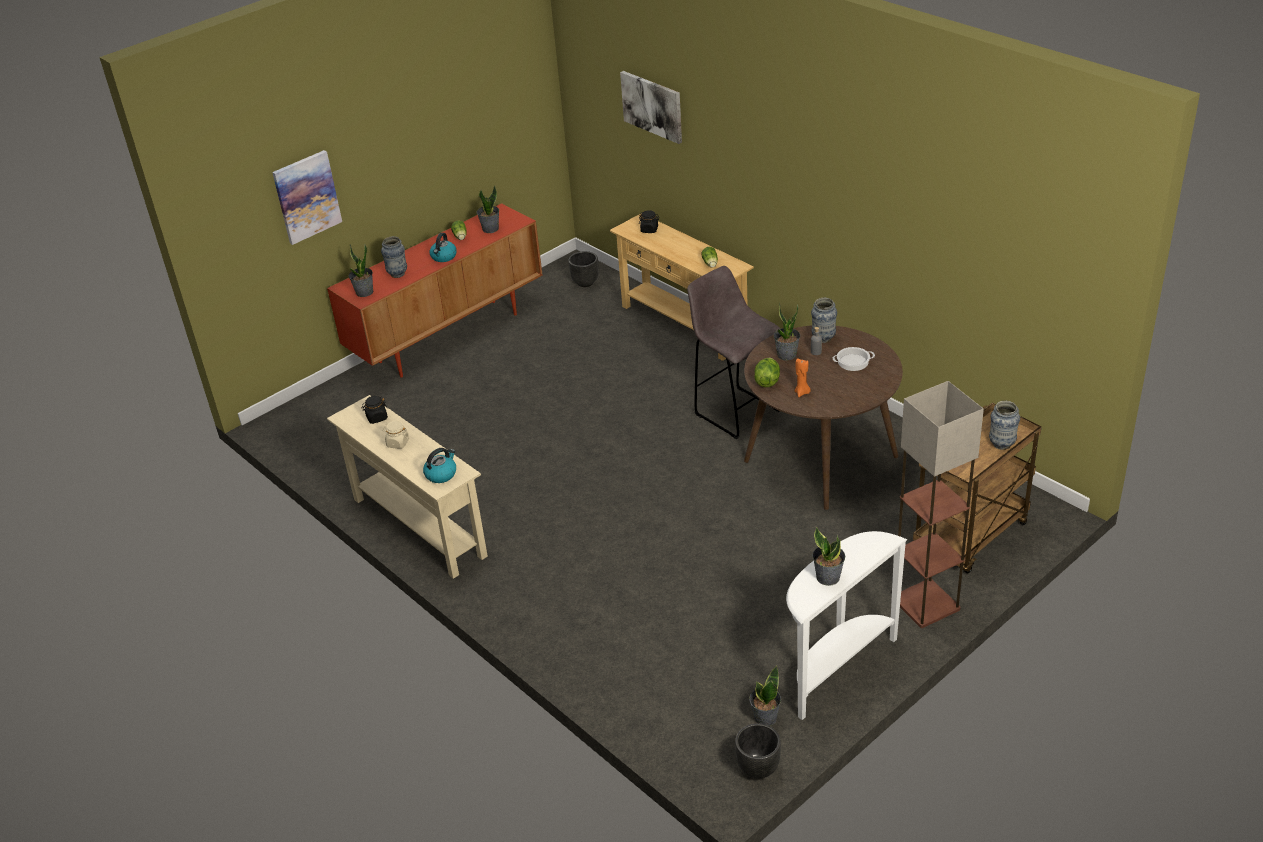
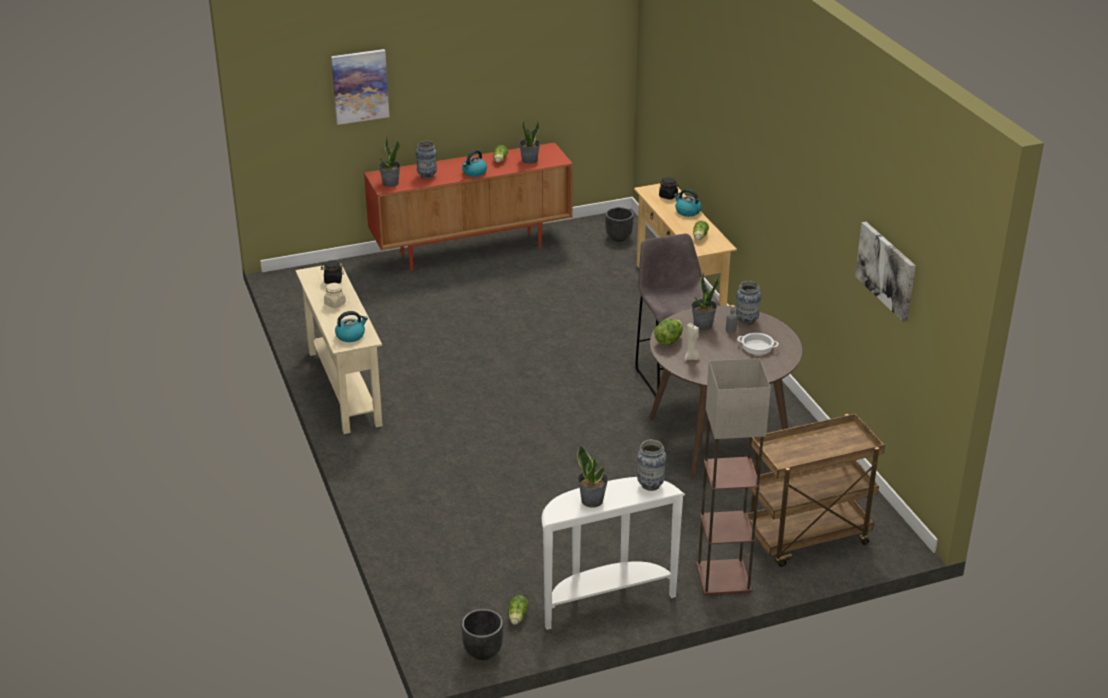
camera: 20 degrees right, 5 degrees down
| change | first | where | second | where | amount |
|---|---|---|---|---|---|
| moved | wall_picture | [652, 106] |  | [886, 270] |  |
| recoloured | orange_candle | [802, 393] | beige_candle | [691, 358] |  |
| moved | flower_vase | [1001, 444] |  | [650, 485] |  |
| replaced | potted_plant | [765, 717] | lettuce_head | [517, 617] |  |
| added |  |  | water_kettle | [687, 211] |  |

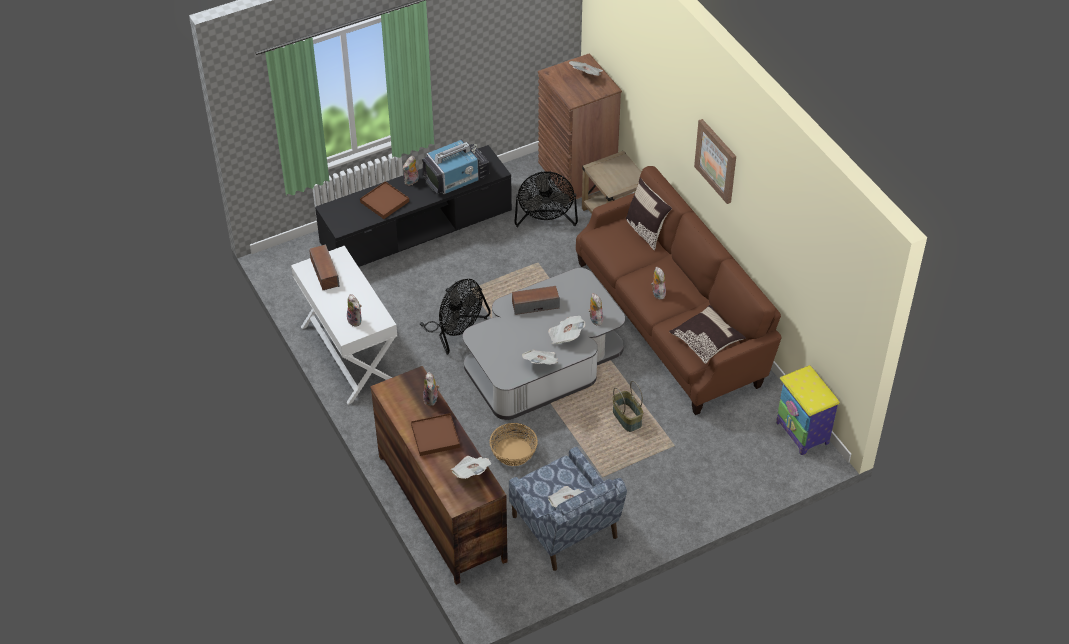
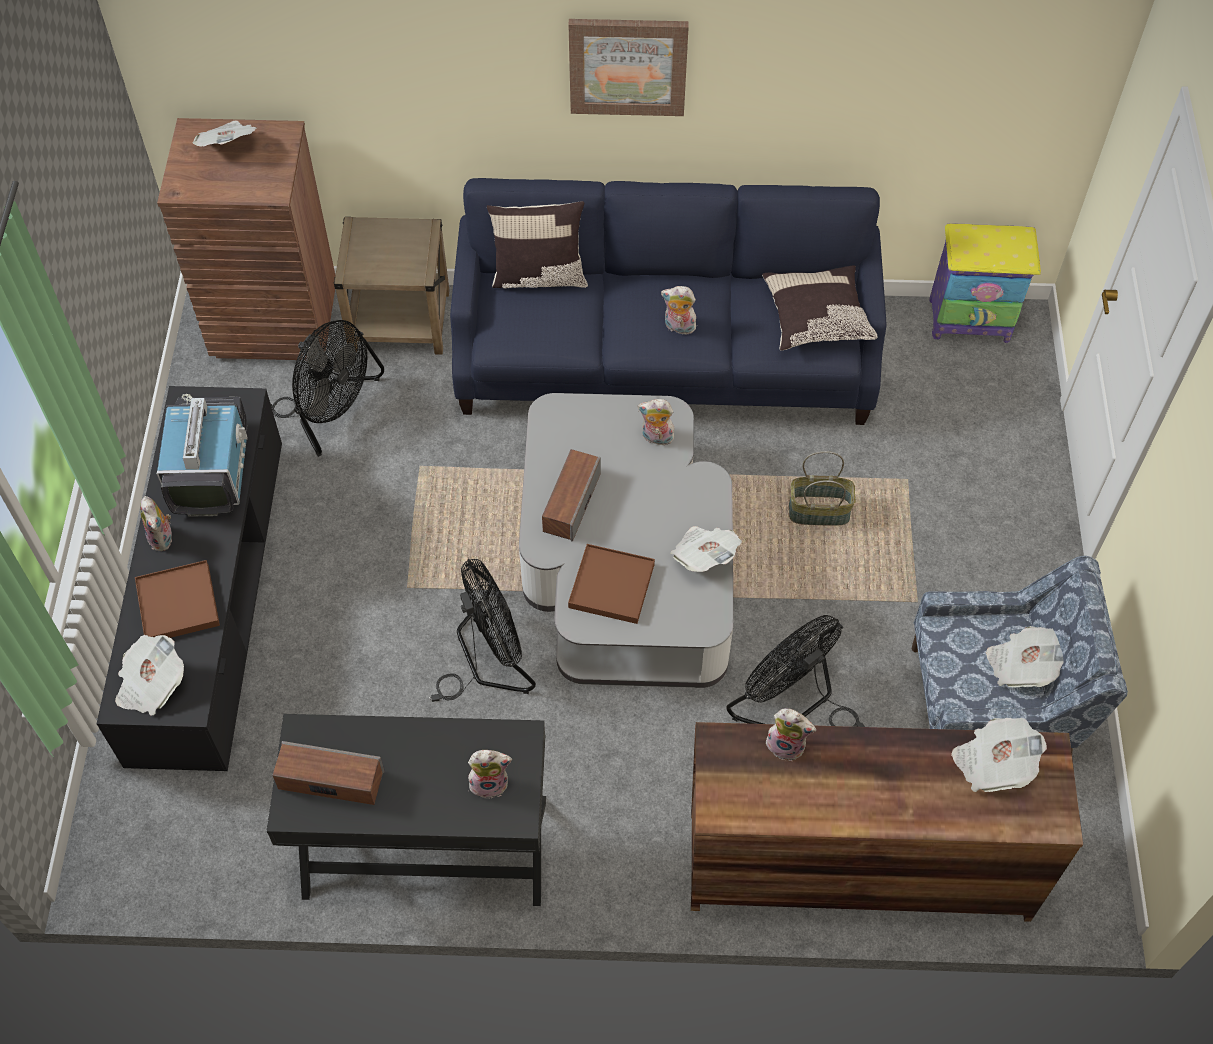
camera: 60 degrees left, 10 degrees up
| change | first | where | second | where | amount |
|---|---|---|---|---|---|
| recoloured | brown_sofa | [672, 322] | blue_sofa | [665, 359] |  |
| recoloured | whitish_narrow_table | [349, 355] | black-coloured_narrow_table | [425, 848] |  |
| moved | newspaper | [565, 336] |  | [151, 684] |  |
| moved | brown_tray | [435, 436] |  | [612, 586] |  |
| replaced | storage_basket | [513, 452] | black-coloured_fan | [798, 699] |  |

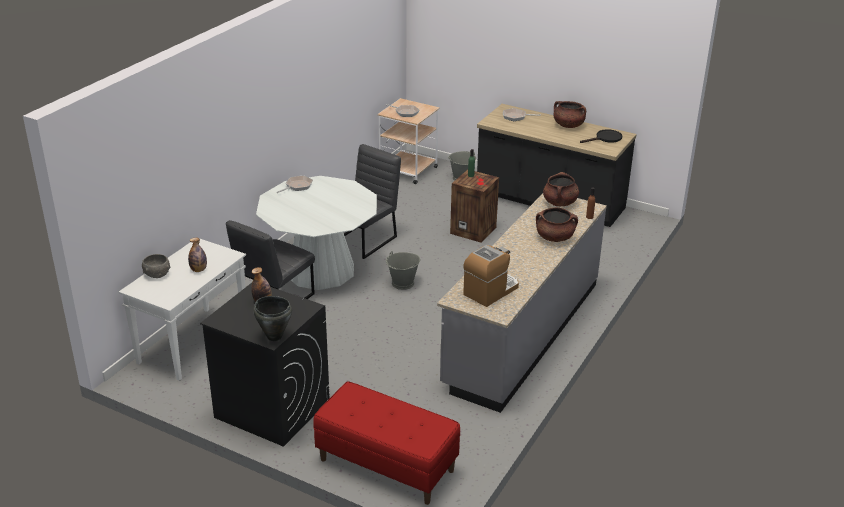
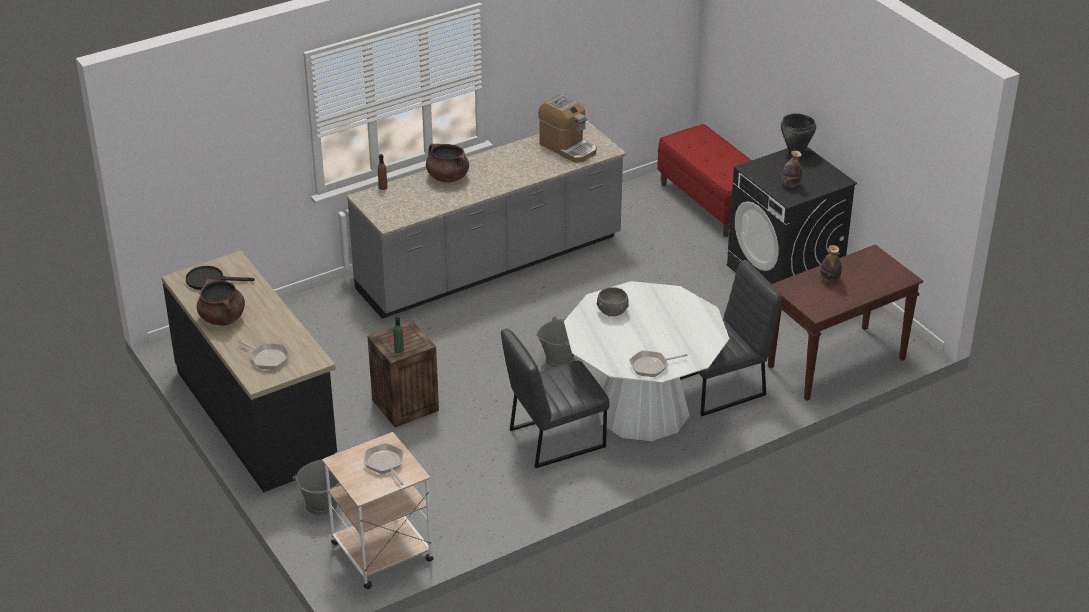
camera: 150 degrees left, 5 degrees up
| change | first | where | second | where | amount |
|---|---|---|---|---|---|
| removed | brown_stockpot | [560, 203] |  |  |  |
| recoloured | whitish_narrow_table | [193, 343] | brown_narrow_table | [836, 364] |  |
| turned | coffee_maker | [491, 291] |  | [568, 147] | 120 degrees counterclockwise |
| moved | gray_bowl | [157, 274] |  | [612, 311] |  |

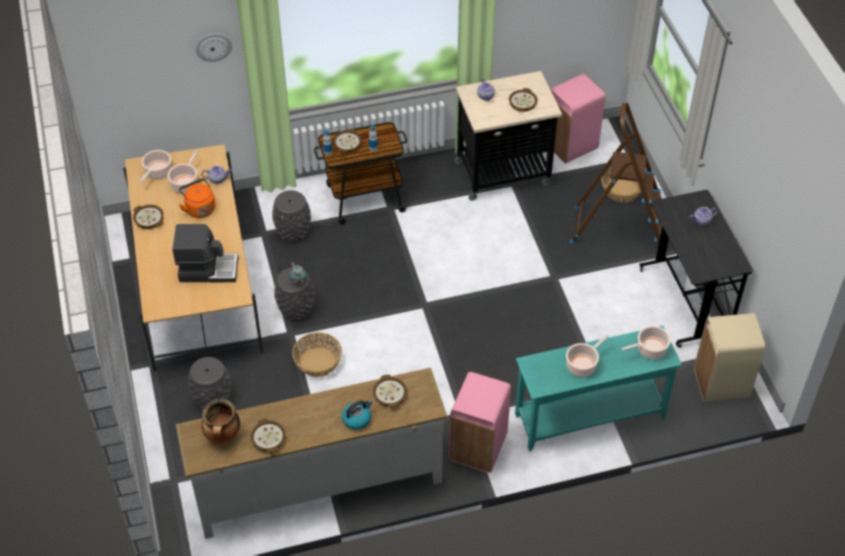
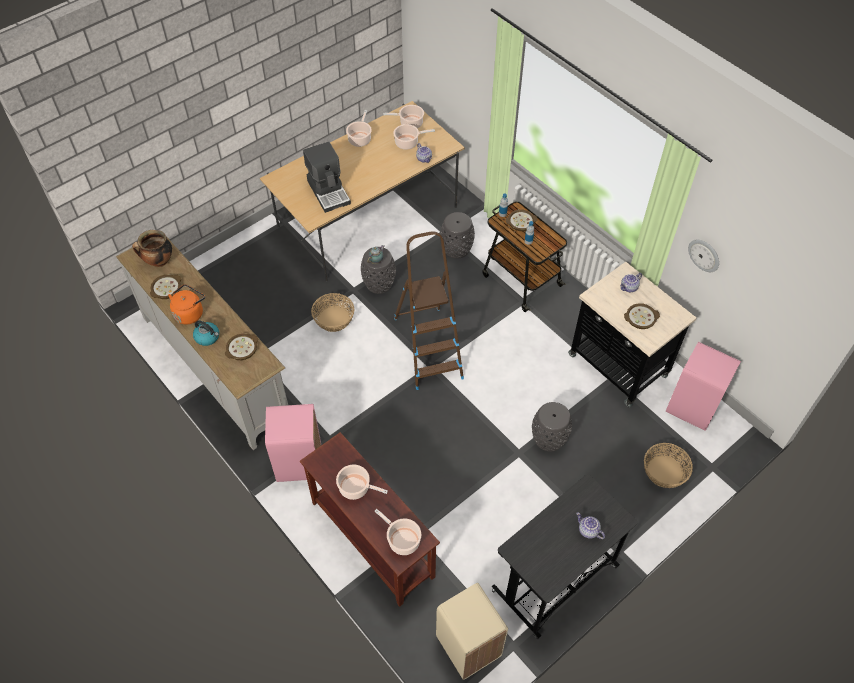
camera: 65 degrees right, 5 degrees up
| change | first | where | second | where | amount |
|---|---|---|---|---|---|
| moved | hanging_clock | [213, 46] |  | [704, 255] |  |
| moved | brown_stepladder | [620, 230] |  | [428, 348] |  |
| moved | orange_water_kettle | [199, 208] |  | [190, 313] |  |
| replaced | bowl | [149, 219] | stockpot | [360, 139] |  |
| recoloured | turquoise-coloured_narrow_table | [589, 417] | brown_narrow_table | [371, 539] |  |
| moved | gray_stool | [212, 399] |  | [548, 438] |  |

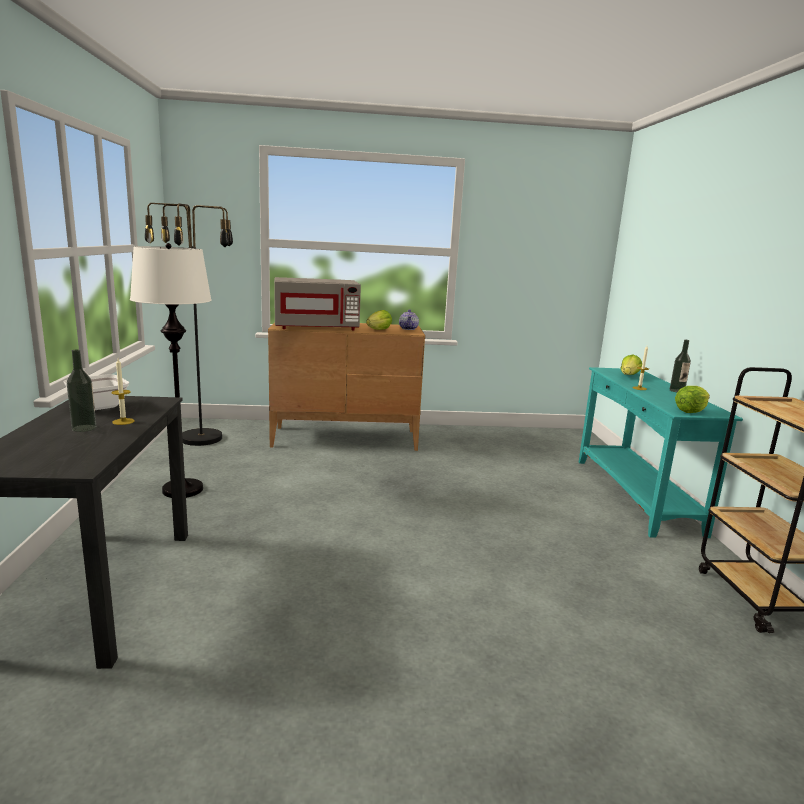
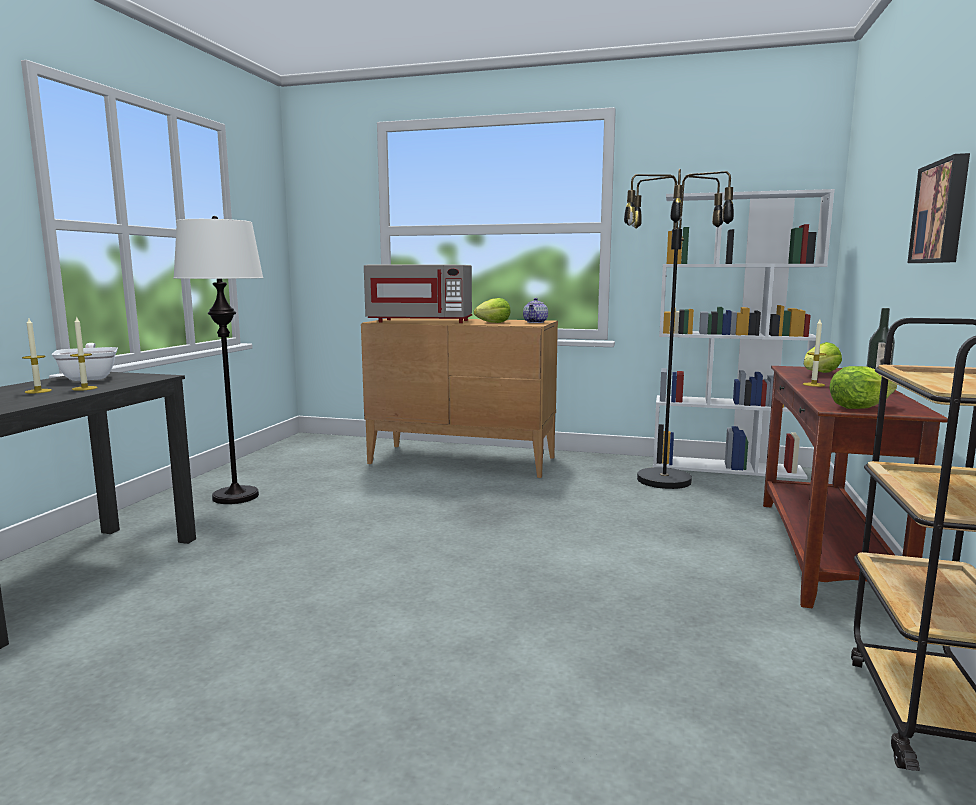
camera: 20 degrees right, 5 degrees down
| change | first | where | second | where | amount |
|---|---|---|---|---|---|
| moved | standing_lamp | [200, 439] |  | [663, 481] |  |
| replaced | beverage_bottle | [84, 428] | candle | [38, 391] |  |
| recoloured | turquoise-coloured_narrow_table | [636, 495] | brown_narrow_table | [824, 552] |  |
| added |  |  | wall_picture | [943, 212] |  |
| added |  |  | whitish_bookcase | [727, 467] |  |

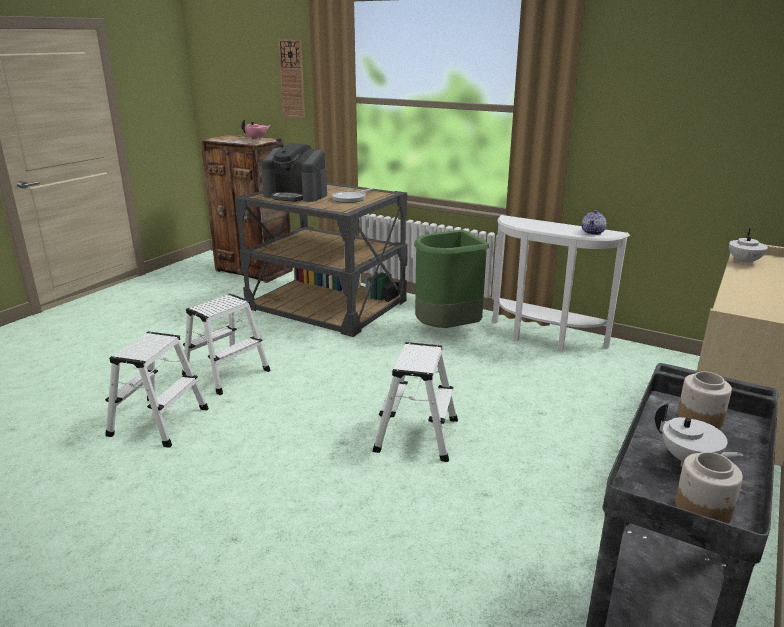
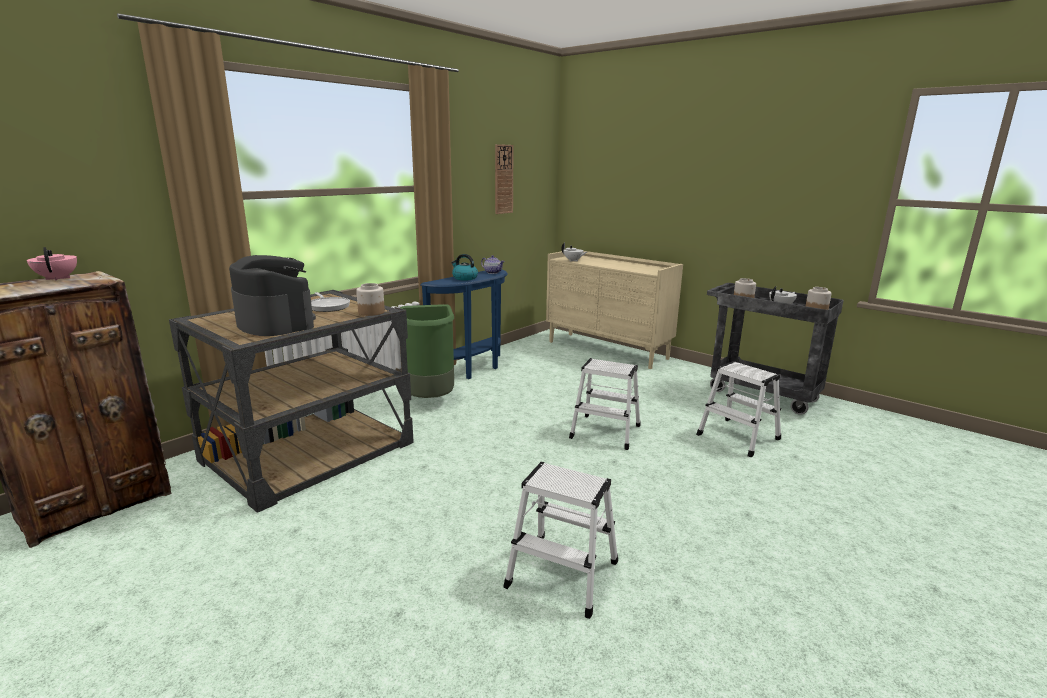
camera: 80 degrees left, 5 degrees down
| change | first | where | second | where | amount |
|---|---|---|---|---|---|
| moved | hanging_clock | [292, 79] |  | [503, 179] |  |
| turned | coffee_maker | [296, 195] |  | [275, 323] | 75 degrees counterclockwise |
| recoloured | whitish_narrow_table | [544, 339] | blue_narrow_table | [473, 369] |  |
| moved | whitish_stepladder | [226, 372] |  | [738, 436] |  |
| added |  |  | water_kettle | [464, 278] |  |
| added |  |  | storage_jar | [371, 312] |  |

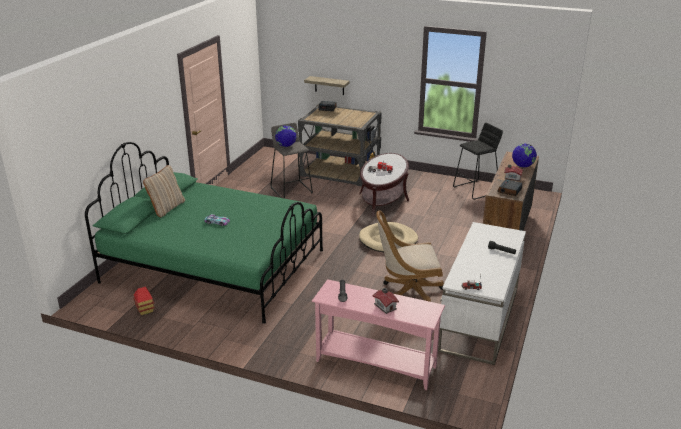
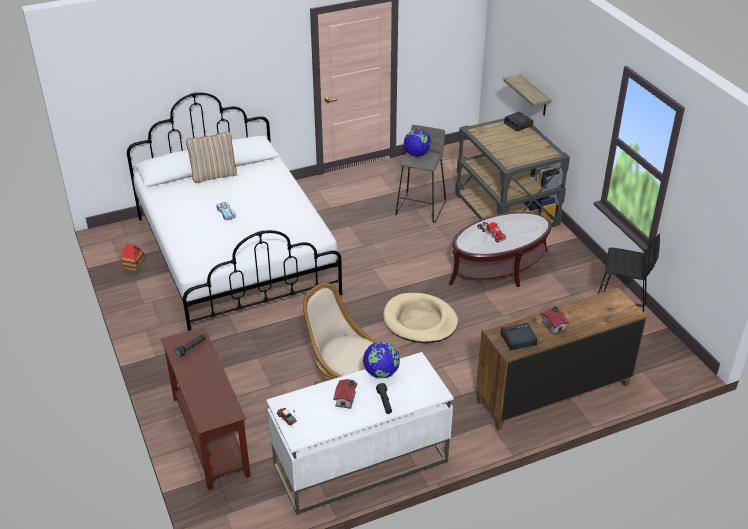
camera: 45 degrees right, 10 degrees up
| change | first | where | second | where | amount |
|---|---|---|---|---|---|
| recoloured | green-coloured_sleeping_bed | [214, 266] | whitish_sleeping_bed | [236, 255] |  |
| moved | desk_globe | [522, 166] |  | [381, 373] |  |
| recoloured | pink_narrow_table | [375, 364] | brown_narrow_table | [210, 436] |  |
| moved | model_house | [385, 306] |  | [346, 399] |  |

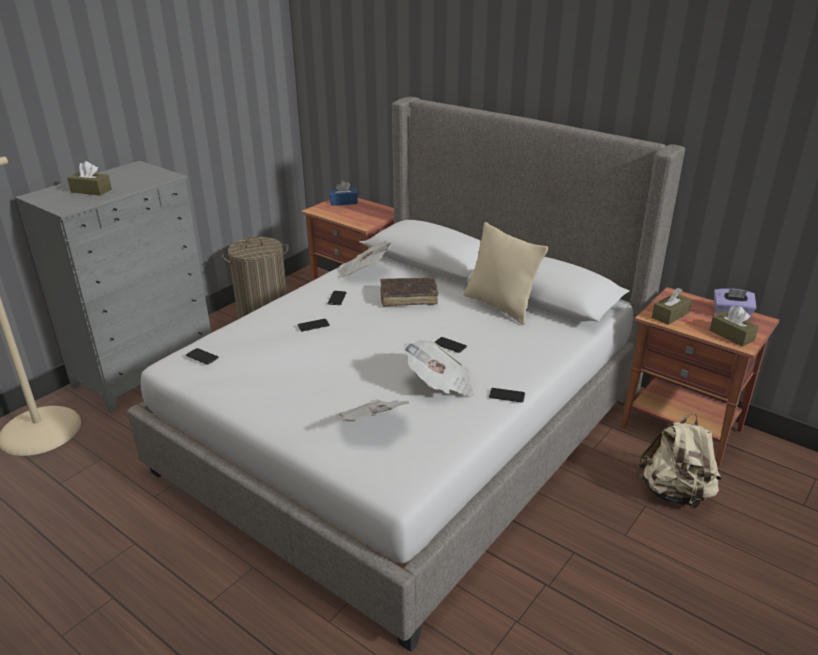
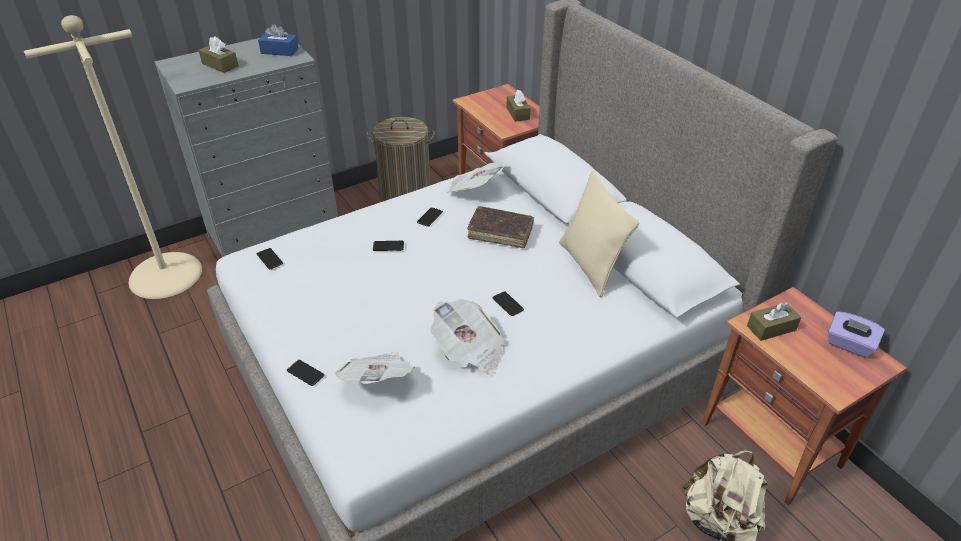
camera: 20 degrees right, 10 degrees up
| change | first | where | second | where | amount |
|---|---|---|---|---|---|
| moved | blue_tissue_holder | [343, 202] |  | [279, 51] |  |
| moved | brown_tissue_holder | [731, 335] |  | [518, 113] |  |
| moved | phone | [507, 395] |  | [305, 373] |  |

